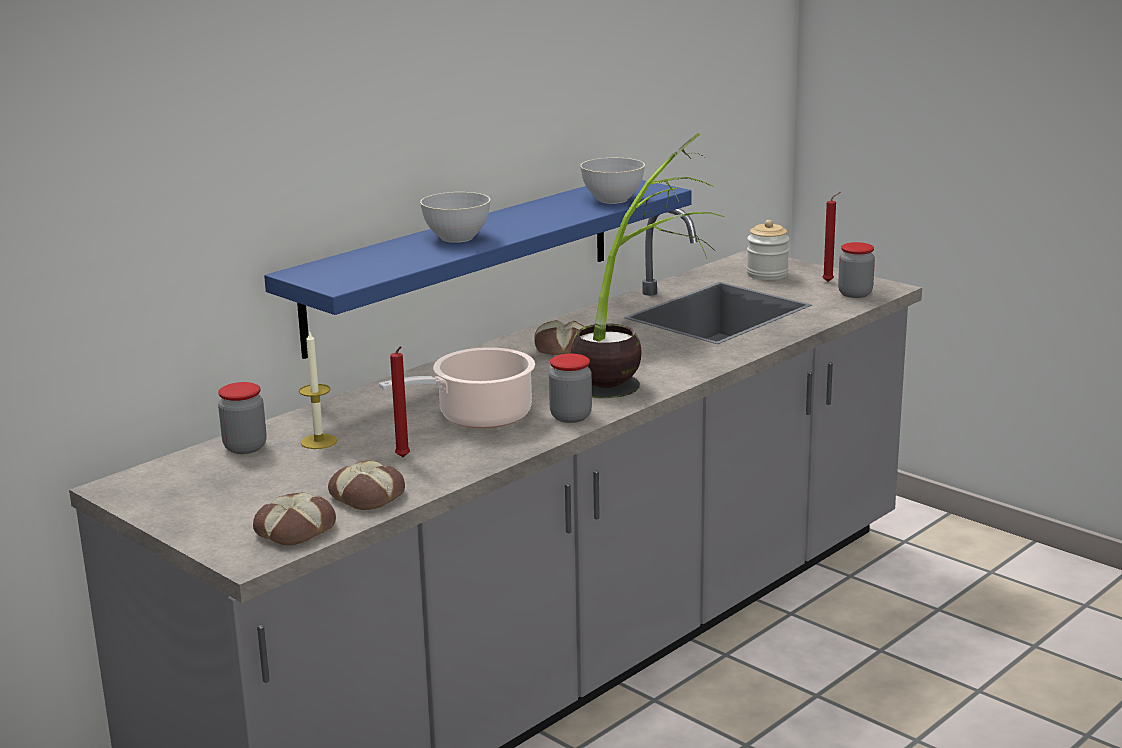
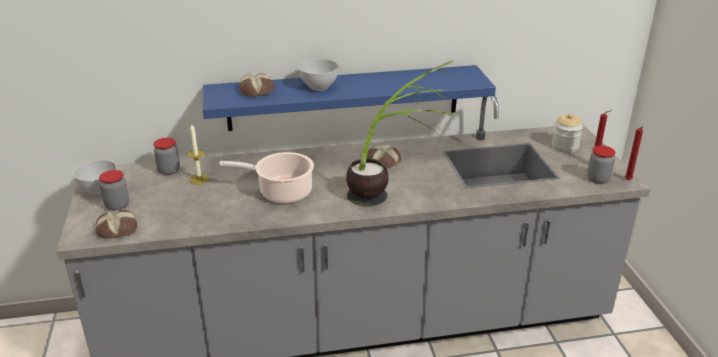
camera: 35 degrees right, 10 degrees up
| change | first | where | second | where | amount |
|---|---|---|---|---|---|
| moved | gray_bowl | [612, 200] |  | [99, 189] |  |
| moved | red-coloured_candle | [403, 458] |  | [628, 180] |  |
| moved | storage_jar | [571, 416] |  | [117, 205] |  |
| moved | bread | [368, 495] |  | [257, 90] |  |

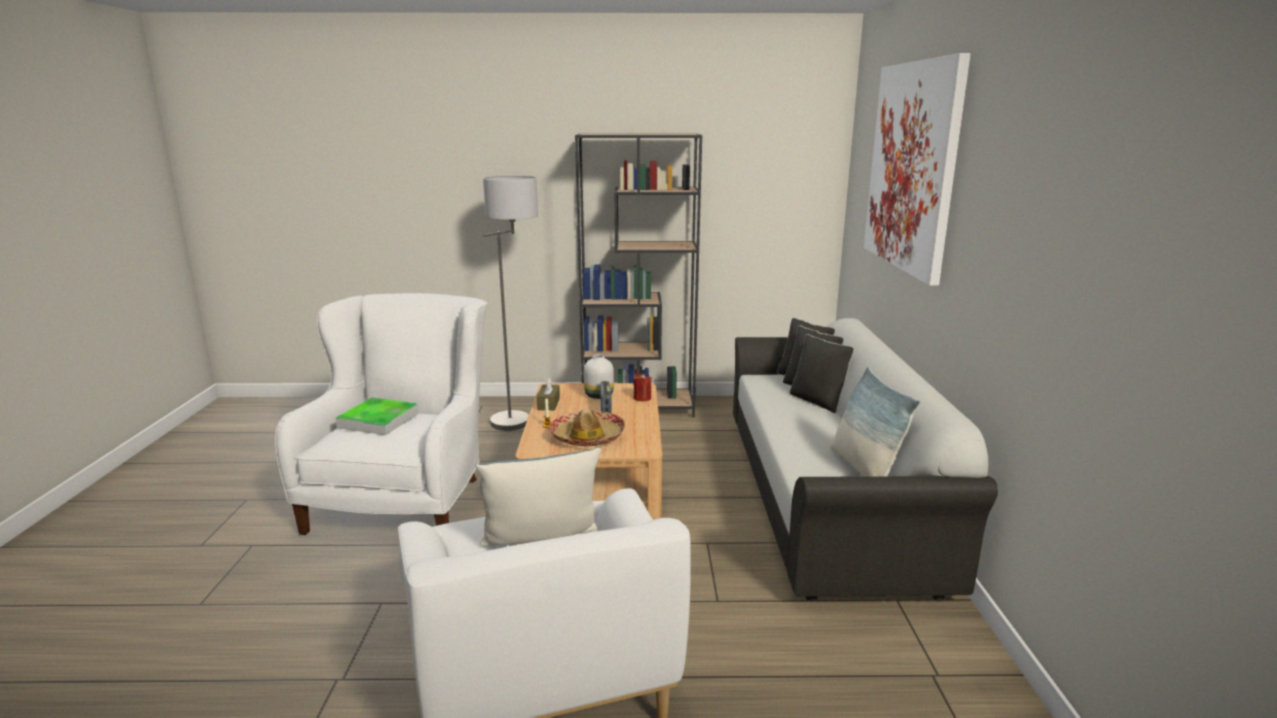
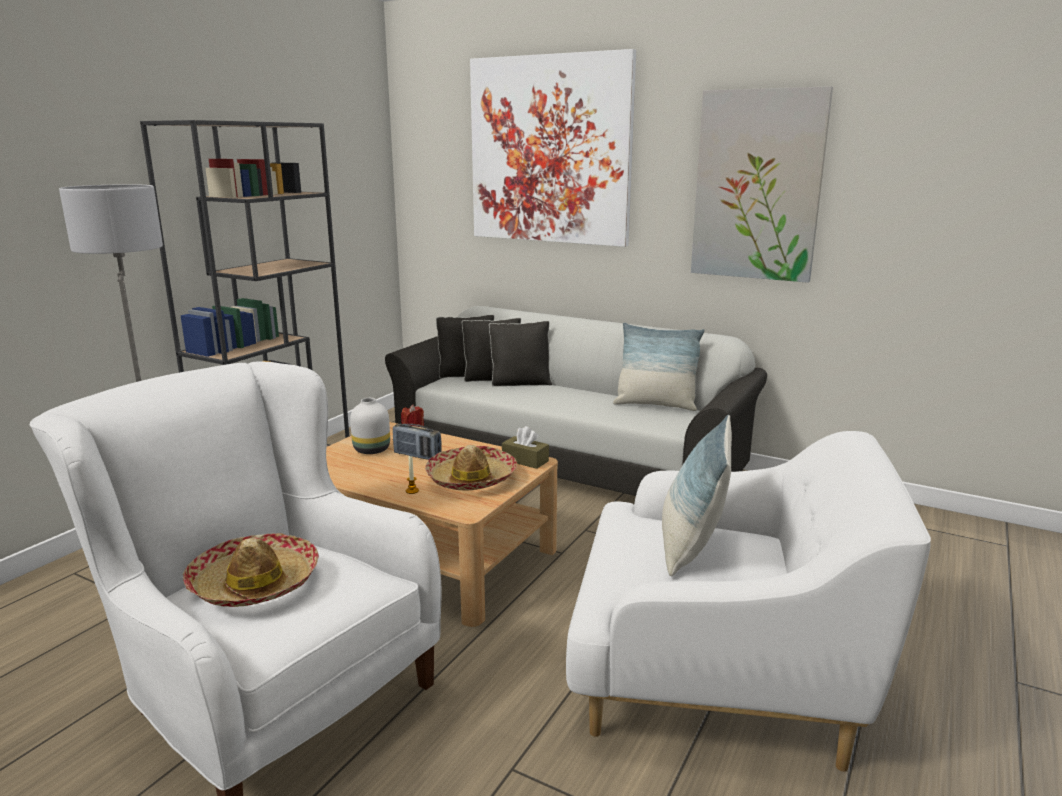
camera: 60 degrees left, 0 degrees up
| change | first | where | second | where | amount |
|---|---|---|---|---|---|
| moved | brown_tissue_holder | [548, 404] |  | [525, 460] |  |
| replaced | tray | [378, 420] | wearable_hat | [254, 583] |  |
| added |  |  | wall_picture | [757, 186] |  |

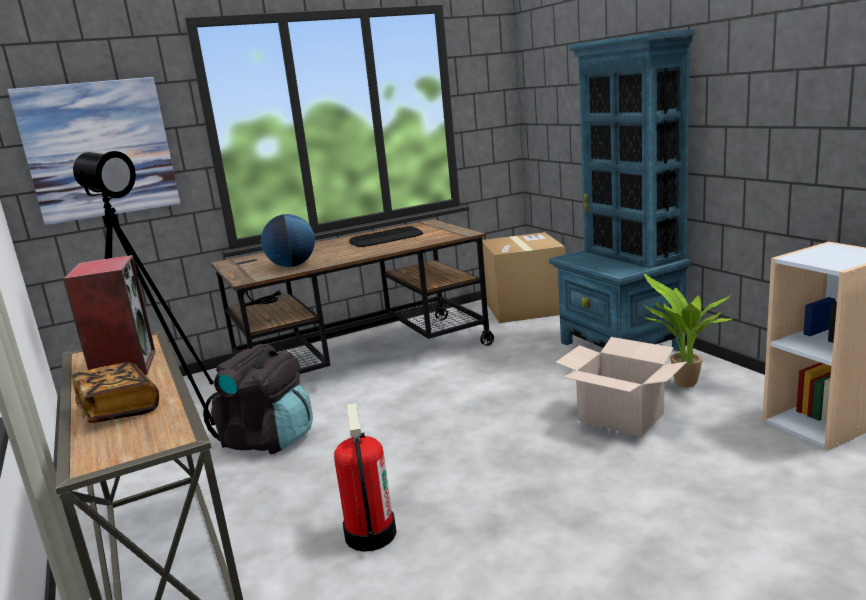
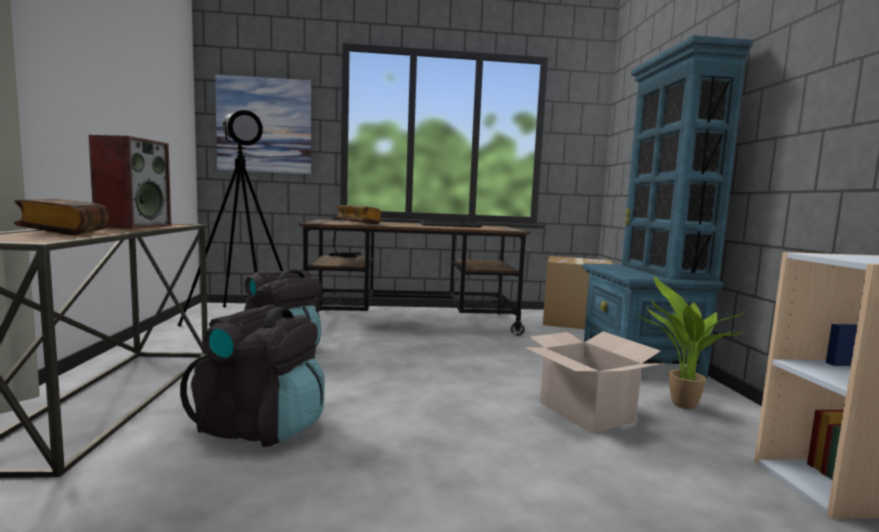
camera: 20 degrees right, 10 degrees down
| change | first | where | second | where | amount |
|---|---|---|---|---|---|
| replaced | desk_globe | [292, 266] | bound_book | [358, 223] |  |
| replaced | fire-fighting_cylinder | [369, 534] | black-coloured_backpack | [261, 427] |  |

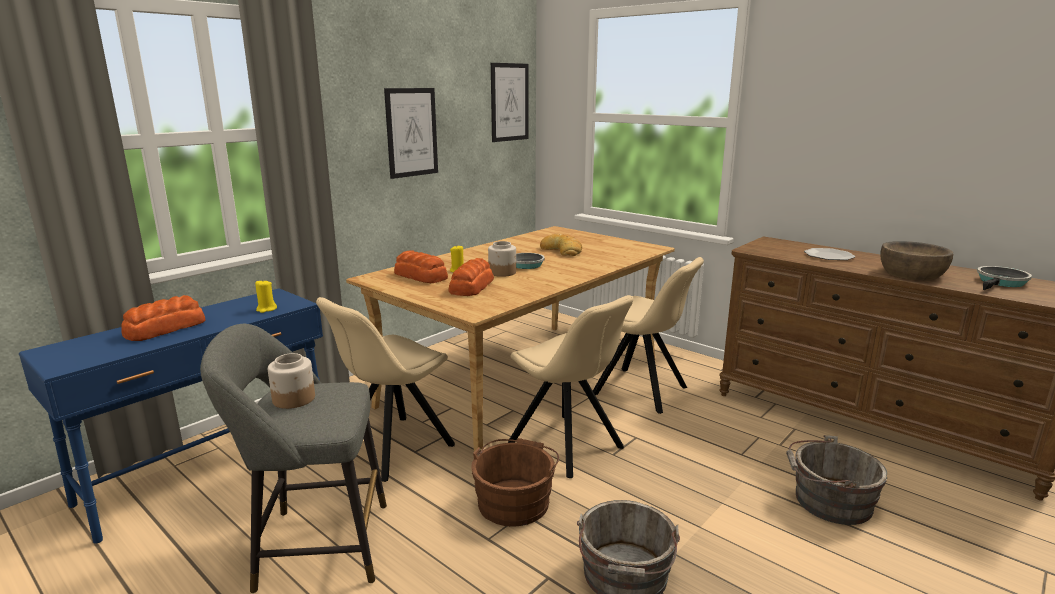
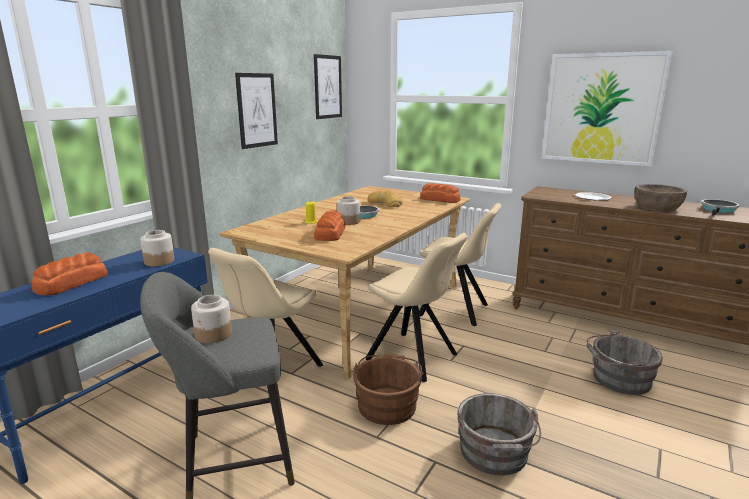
camera: 10 degrees left, 0 degrees up
| change | first | where | second | where | amount |
|---|---|---|---|---|---|
| moved | bread | [421, 276] |  | [440, 200] |  |
| replaced | yellow-coloured_candle | [266, 309] | storage_jar | [159, 261] |  |
| added |  |  | wall_picture | [602, 109] |  |

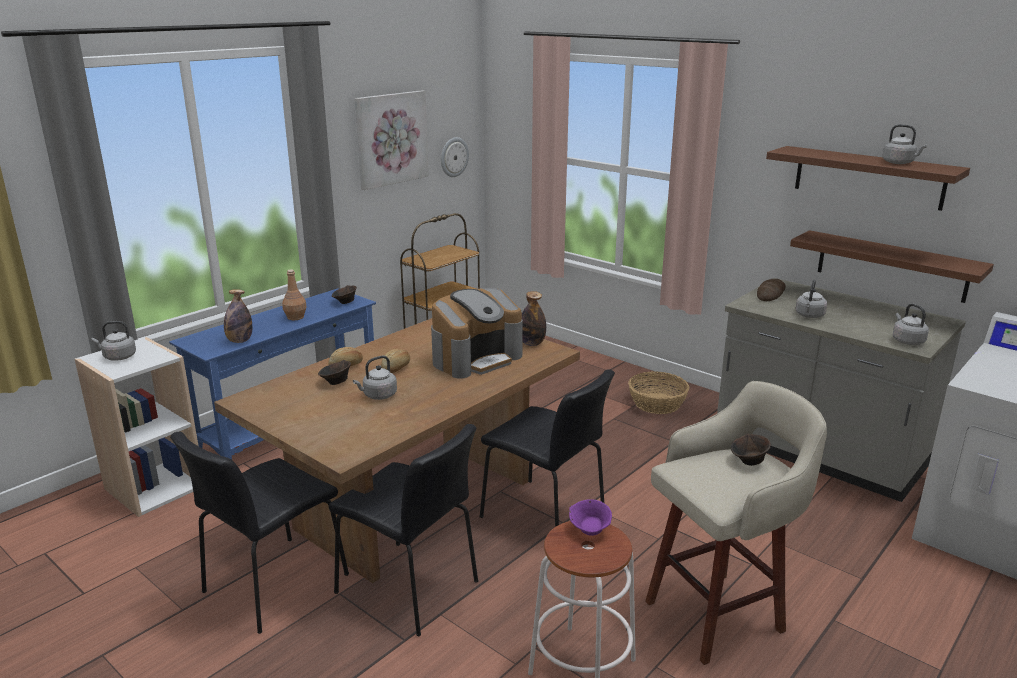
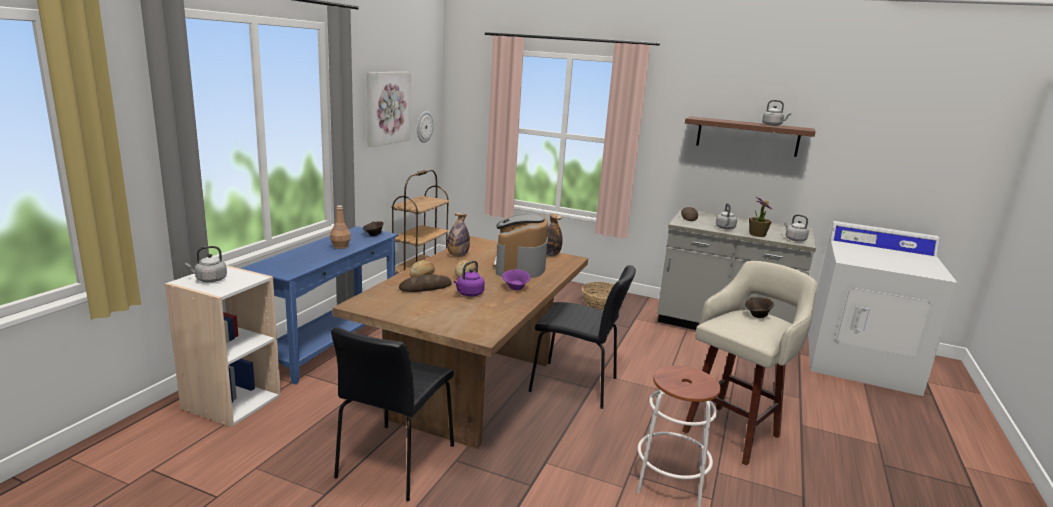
camera: 20 degrees left, 5 degrees down
| change | first | where | second | where | amount |
|---|---|---|---|---|---|
| removed | brown_shelf | [891, 266] |  |  |  |
| turned | coffee_maker | [476, 358] |  | [519, 266] | 150 degrees clockwise |
| moved | beverage_bottle | [239, 341] |  | [457, 255] |  |
| recoloured | gray_water_kettle | [378, 395] | purple-coloured_water_kettle | [469, 294] |  |
| replaced | brown_bowl | [336, 382] | bread | [425, 287] |  |
| removed | black-coloured_upright_chair | [411, 588] |  |  |  |
| moved | purple-coloured_bowl | [590, 531] |  | [516, 288] |  |
| added |  |  | potted_plant | [757, 234] |  |

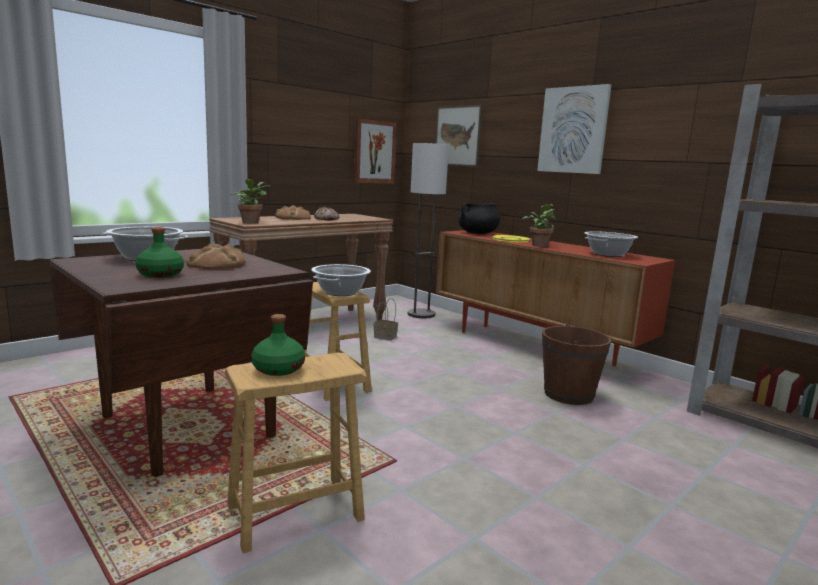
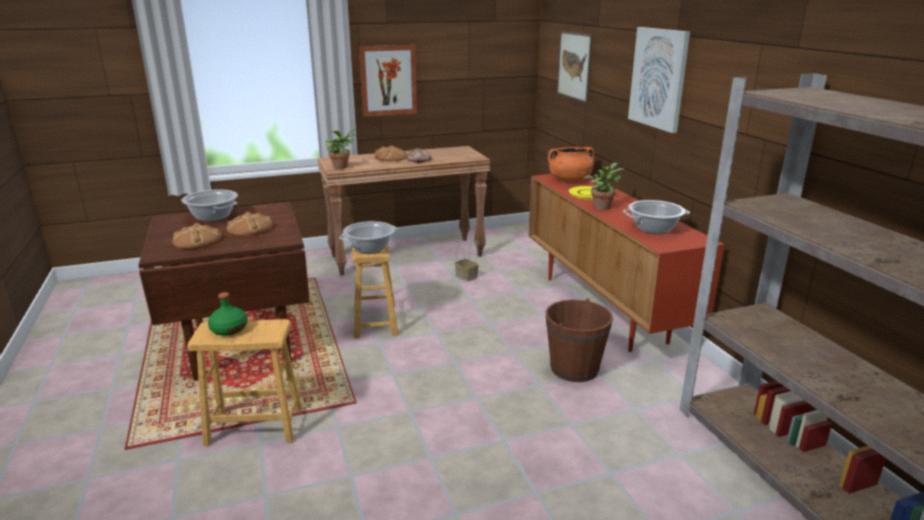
camera: 25 degrees right, 10 degrees up
| change | first | where | second | where | amount |
|---|---|---|---|---|---|
| moved | wall_picture | [374, 152] |  | [388, 80] |  |
| removed | standing_lamp | [421, 314] |  |  |  |
| recoloured | black-coloured_stockpot | [477, 233] | orange_stockpot | [569, 180] |  |
| replaced | green-coloured_beverage_bottle | [161, 274] | bread | [197, 240] |  |

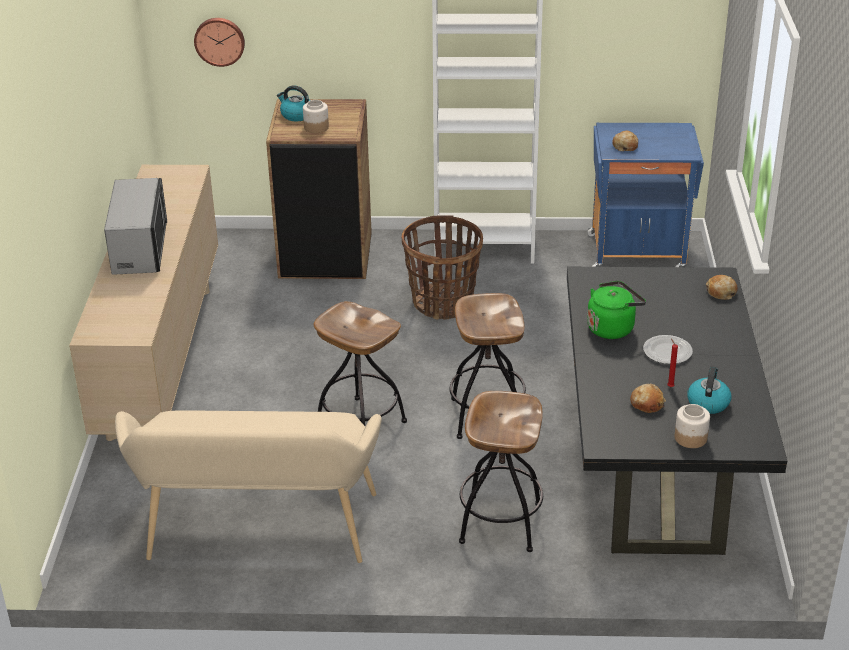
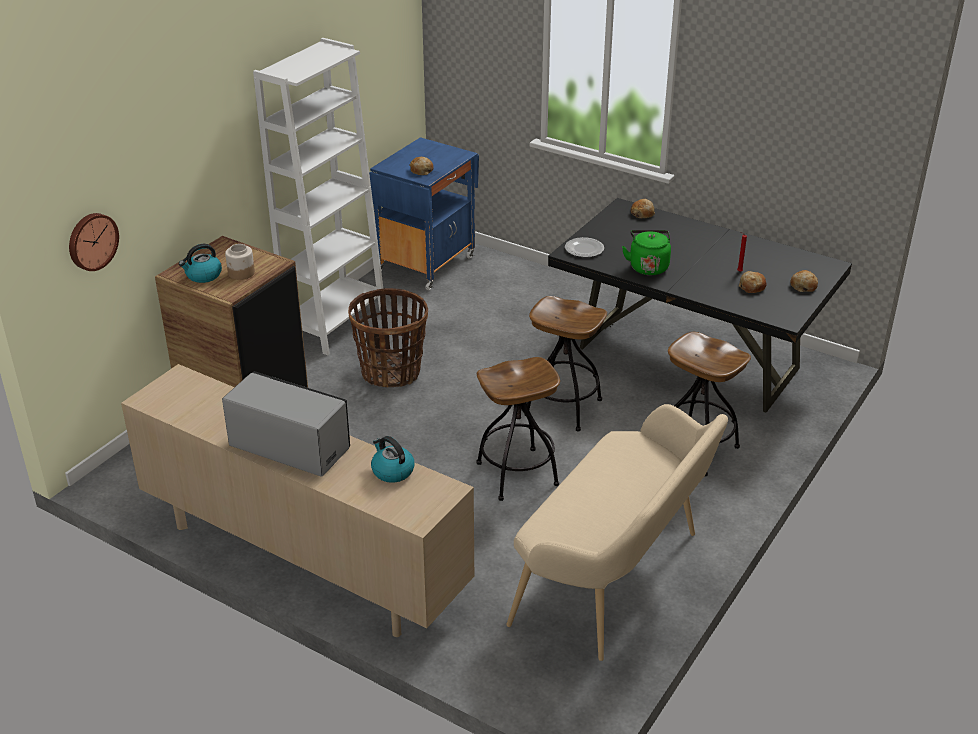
camera: 60 degrees left, 0 degrees up
| change | first | where | second | where | amount |
|---|---|---|---|---|---|
| moved | plate | [666, 351] |  | [584, 249] |  |
| moved | water_kettle | [708, 402] |  | [392, 471] |  |
| replaced | storage_jar | [690, 438] | bread | [803, 286] |  |

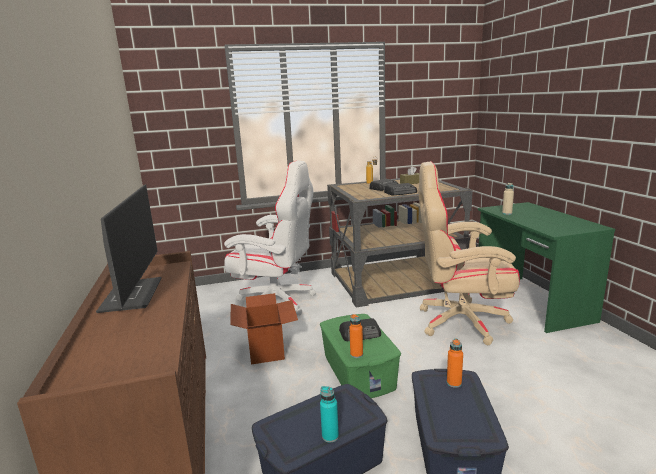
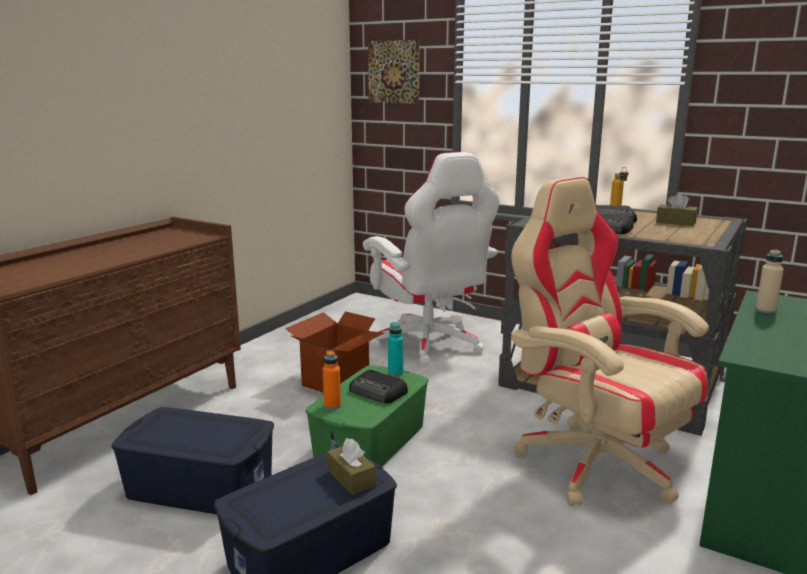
camera: 45 degrees right, 0 degrees up
| change | first | where | second | where | amount |
|---|---|---|---|---|---|
| removed | computer_display | [132, 295] |  |  |  |
| replaced | orange_beverage_bottle | [454, 383] | brown_tissue_holder | [351, 478] |  |
| moved | turquoise-coloured_beverage_bottle | [330, 436] |  | [395, 372] |  |
| added |  |  | wall_picture | [393, 72] |  |

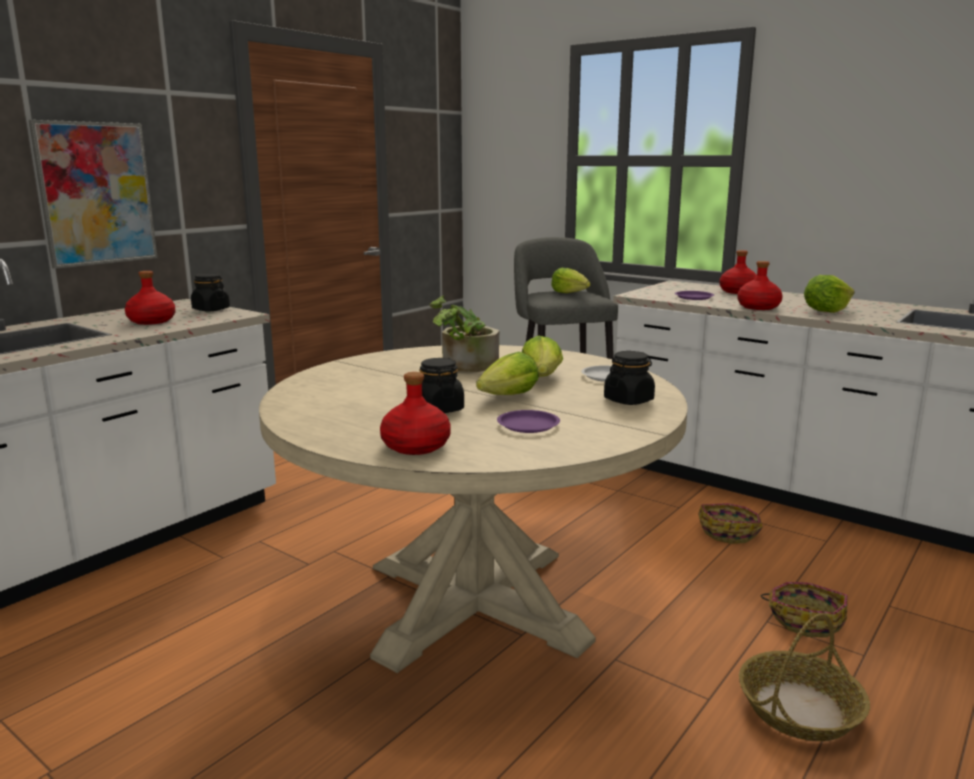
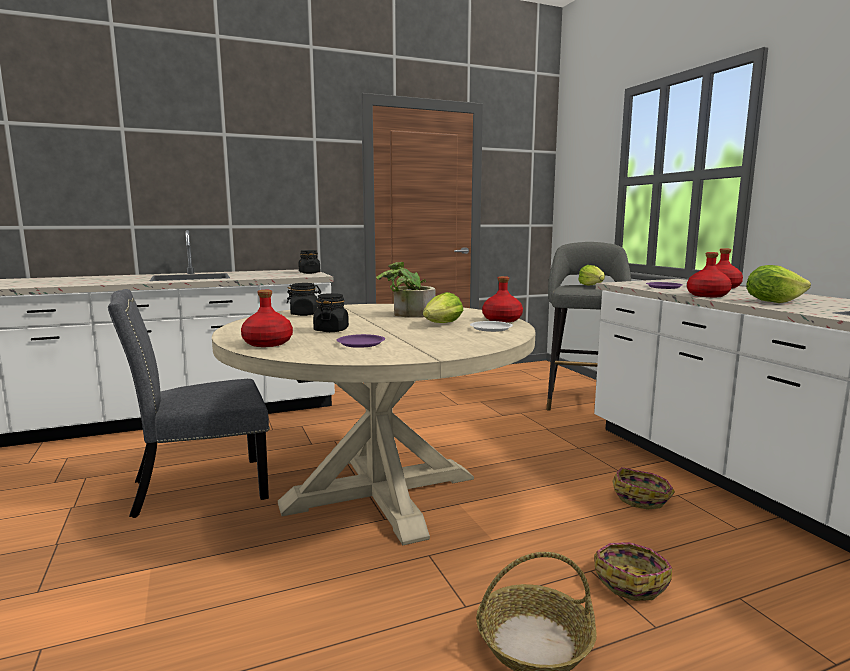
camera: 30 degrees right, 5 degrees down
| change | first | where | second | where | amount |
|---|---|---|---|---|---|
| removed | wall_picture | [96, 194] |  |  |  |
| moved | red-coloured_beverage_bottle | [151, 321] |  | [501, 320] |  |
| moved | black-coloured_storage_jar | [628, 400] |  | [304, 314] |  |
| removed | lettuce_head | [509, 397] |  |  |  |
| added |  |  | gray_upright_chair | [203, 487] |  |

